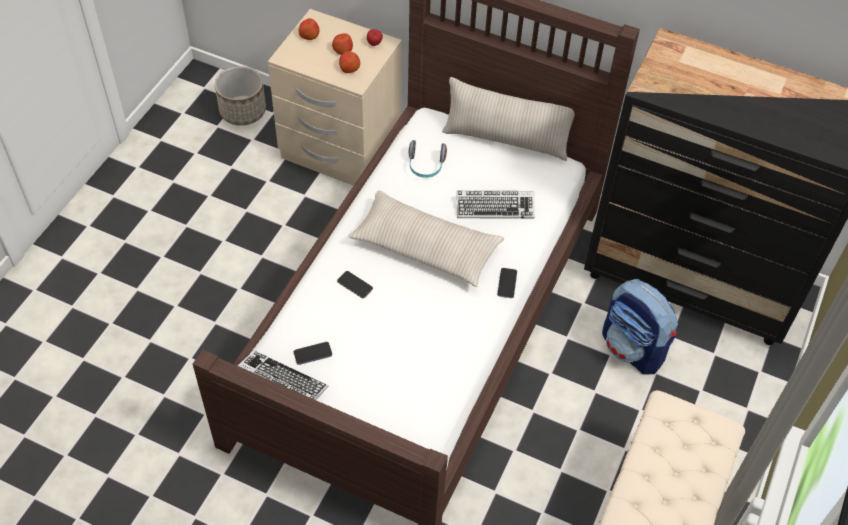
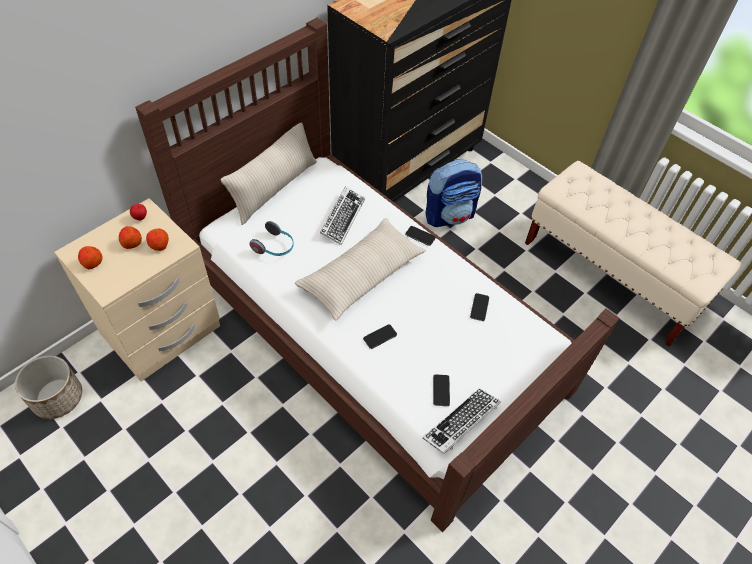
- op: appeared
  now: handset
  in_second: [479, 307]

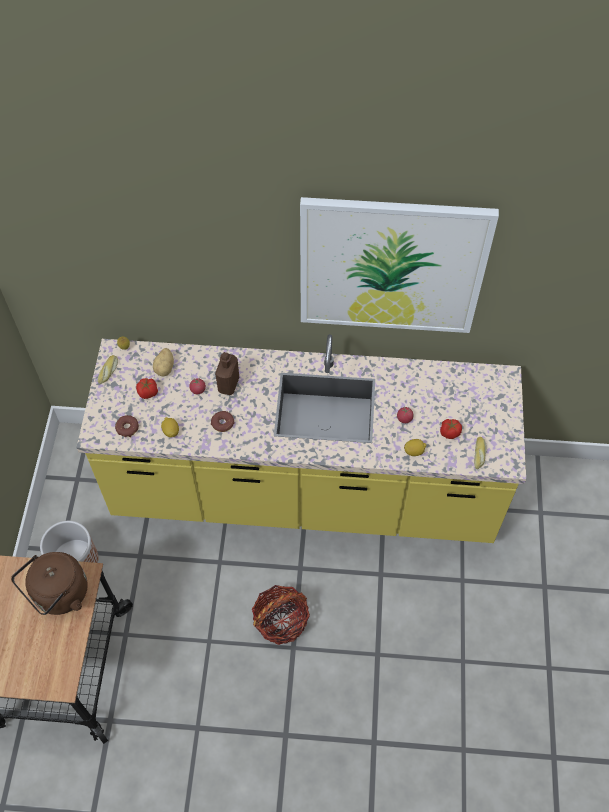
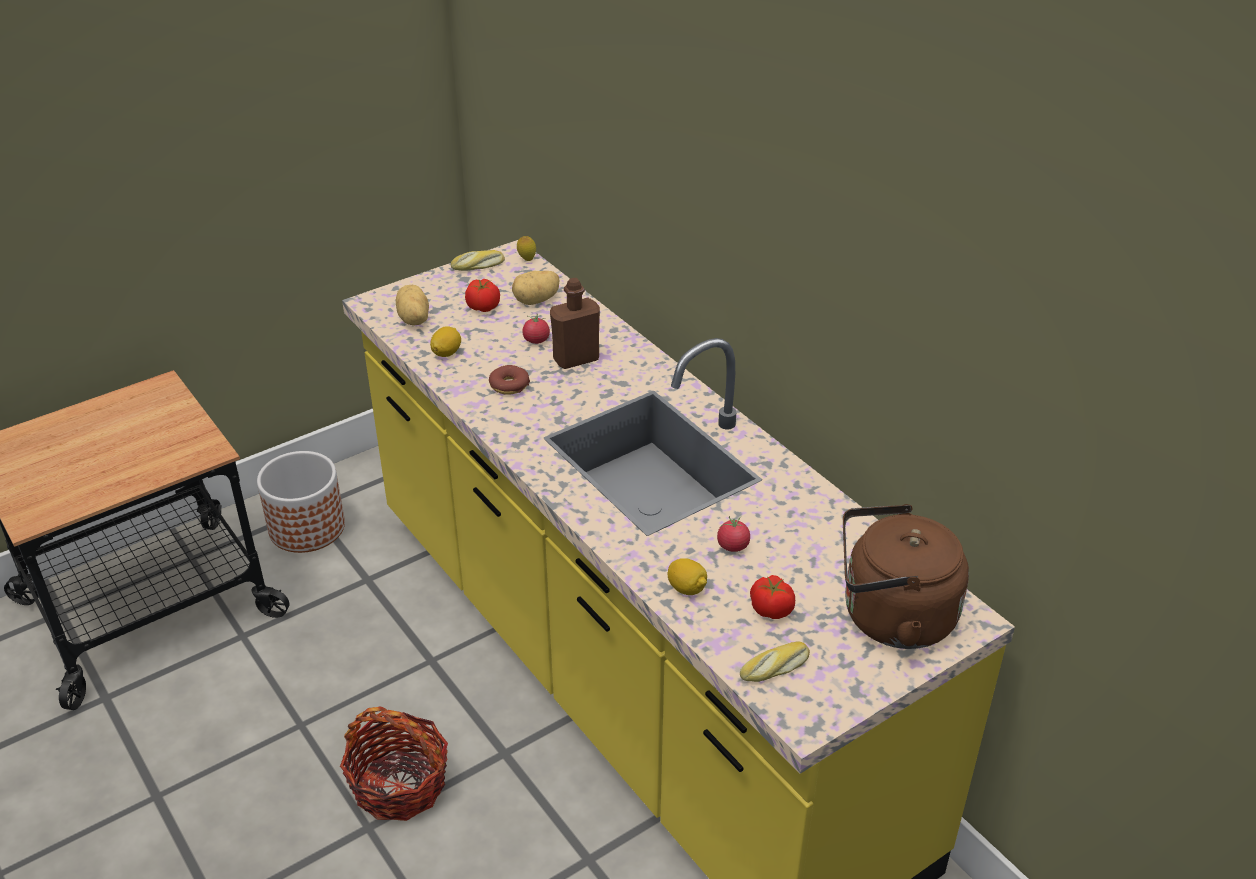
- op: missing
  was: wall picture
  in_first: [399, 265]
- op: relocated
  was: brownish water kettle
  in_first: [49, 583]
  in_second: [906, 576]
- op: exchanged
  was: doughnut
  now: spud
  in_first: [127, 426]
  in_second: [412, 305]

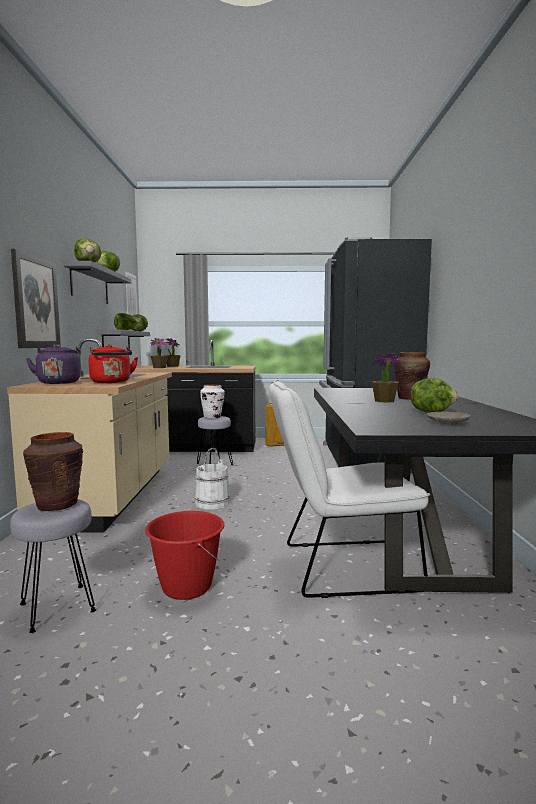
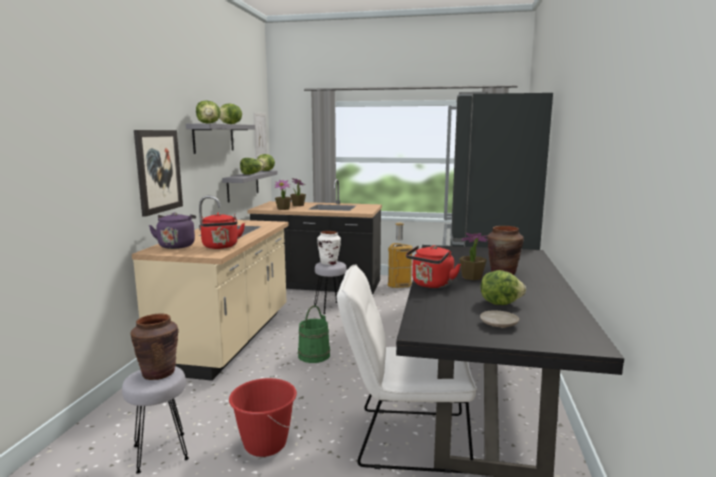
- op: appeared
  now: red-coloured water kettle
  in_second: [433, 266]
- op: colour
  was: white water bucket
  now: green water bucket
  in_first: [212, 479]
  in_second: [314, 334]

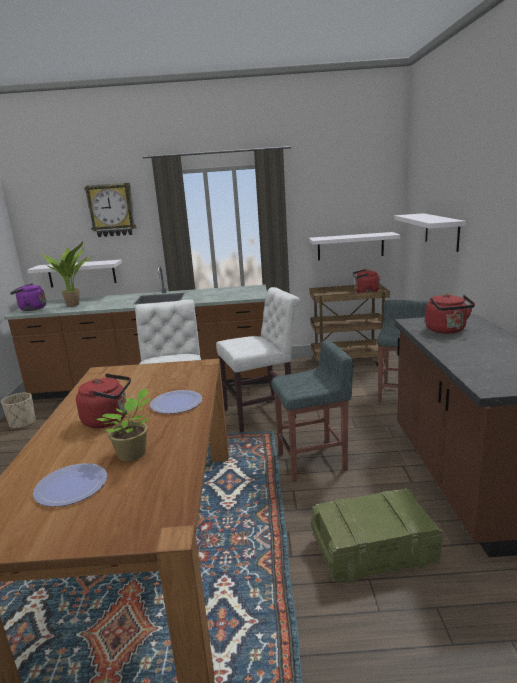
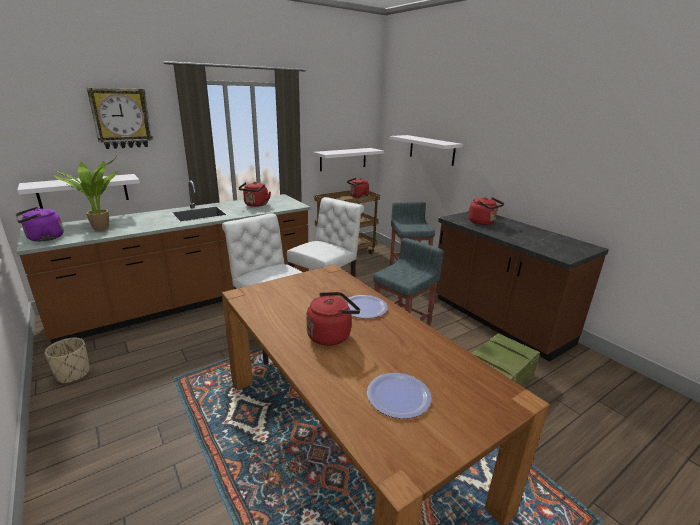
- op: missing
  was: potted plant
  in_first: [123, 424]
- op: appeared
  now: red-coloured water kettle
  in_second: [254, 194]

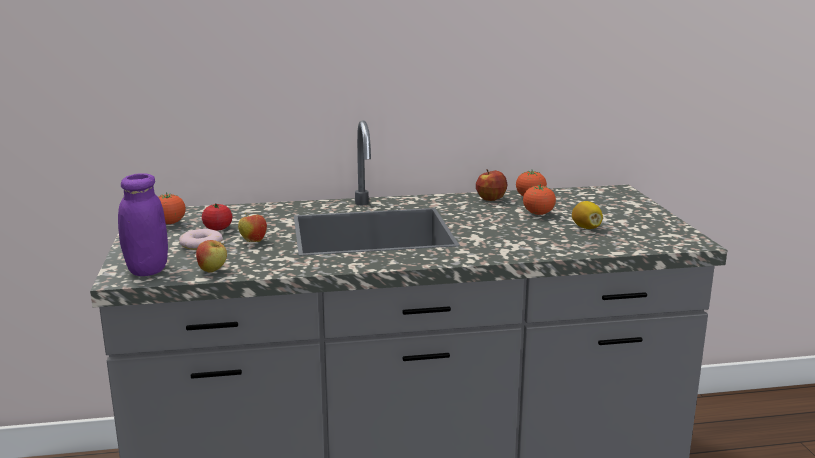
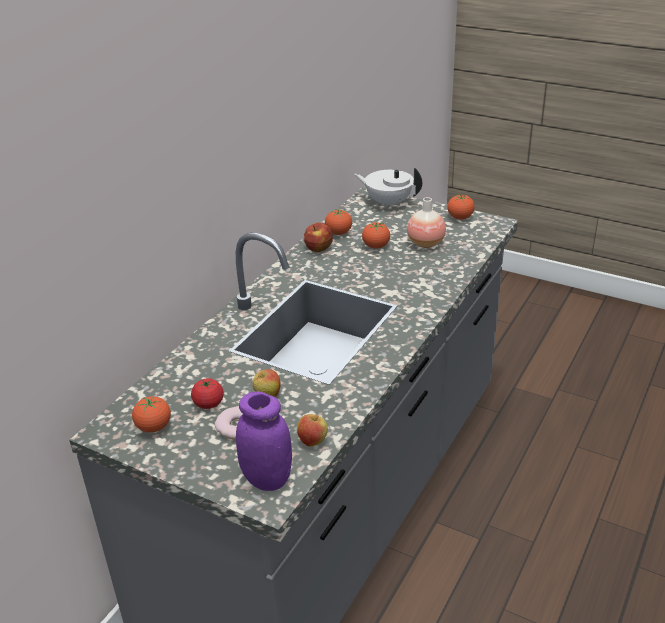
- op: appeared
  now: white pot for tea
  in_second: [388, 188]
- op: appeared
  now: whole tomato
  in_second: [461, 206]
- op: exchanged
  was: whole lemon
  now: decorative vase
  in_first: [587, 215]
  in_second: [426, 222]

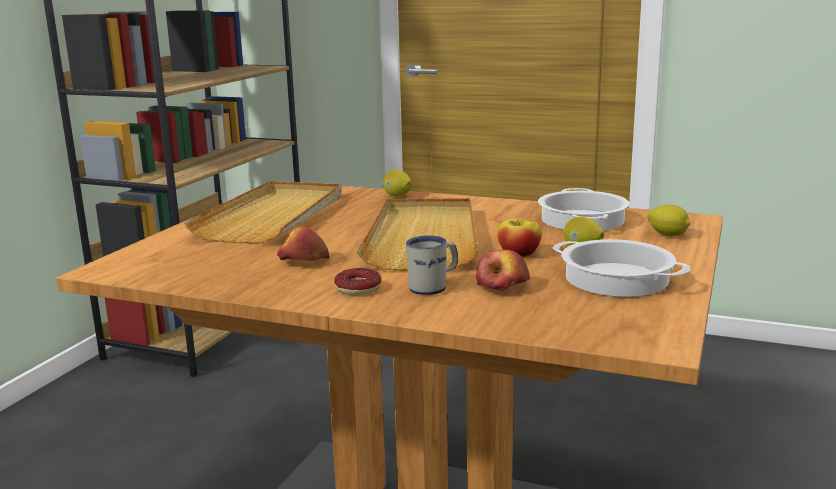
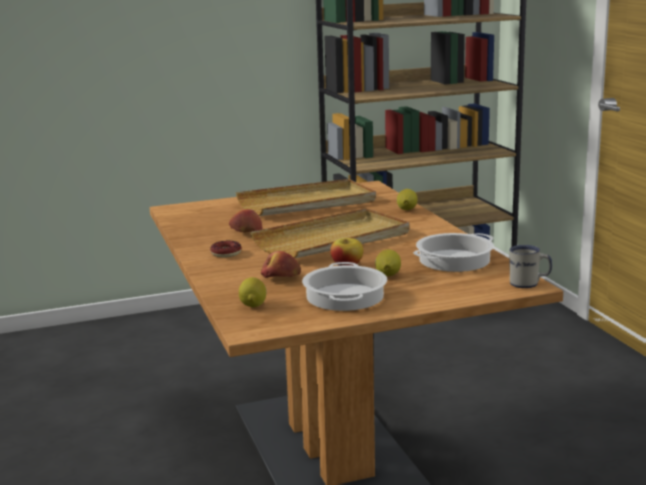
- op: relocated
  was: white coffee mug
  in_first: [432, 265]
  in_second: [530, 266]
- op: relocated
  was: whole lemon
  in_first: [668, 220]
  in_second: [253, 292]

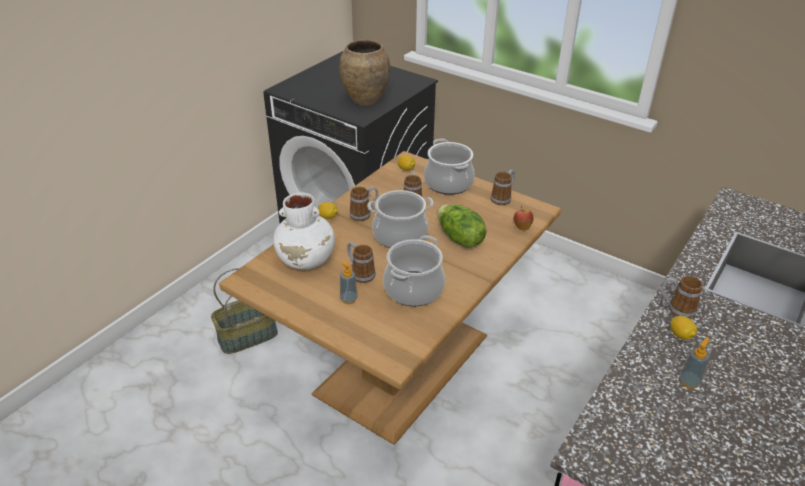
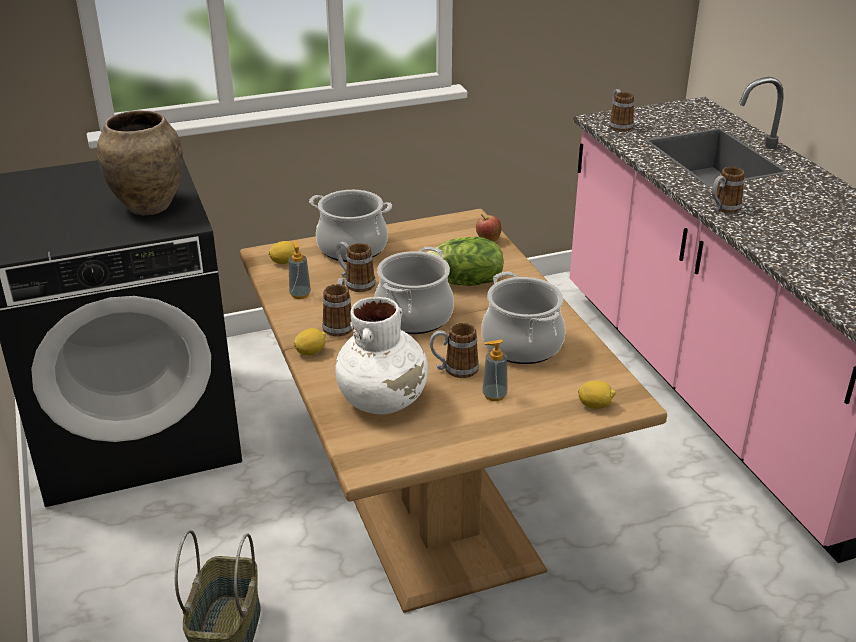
- op: relocated
  was: coffee mug
  in_first: [503, 187]
  in_second: [621, 110]
- op: relocated
  was: whole lemon
  in_first: [683, 328]
  in_second: [597, 395]
- op: relocated
  was: liquid soap bottle
  in_first: [694, 363]
  in_second: [299, 269]

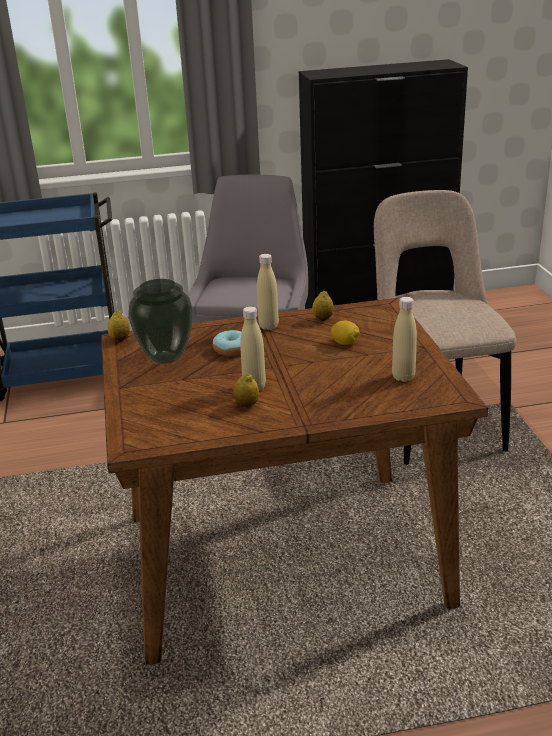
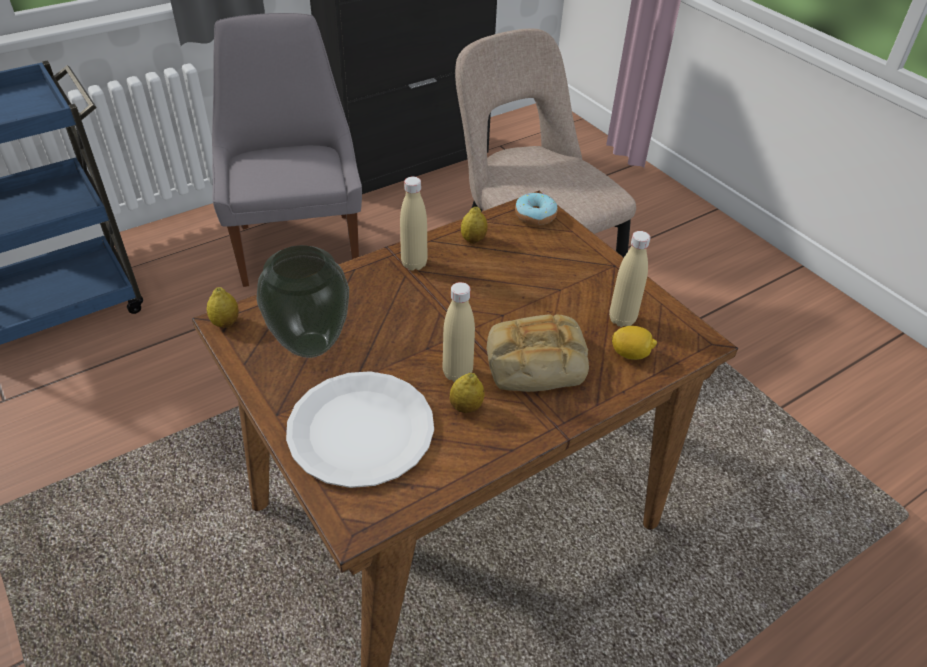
- op: appeared
  now: white plate
  in_second: [360, 429]
- op: appeared
  now: bakery bread
  in_second: [538, 353]
- op: relocated
  was: doughnut
  in_first: [227, 343]
  in_second: [536, 209]
- op: relocated
  was: whole lemon
  in_first: [345, 333]
  in_second: [634, 343]

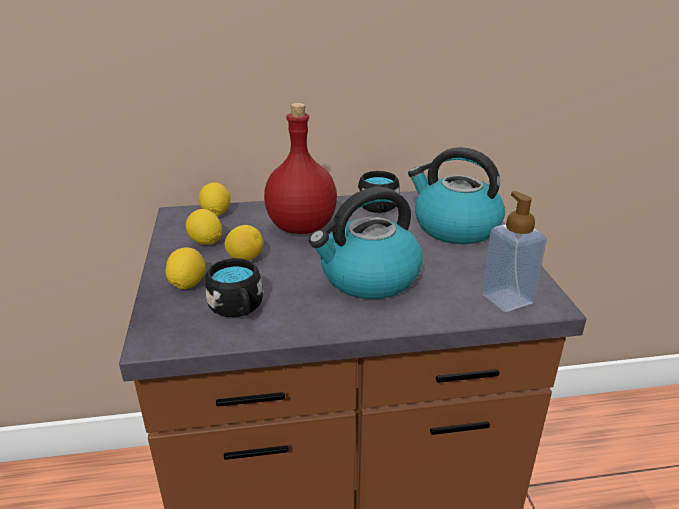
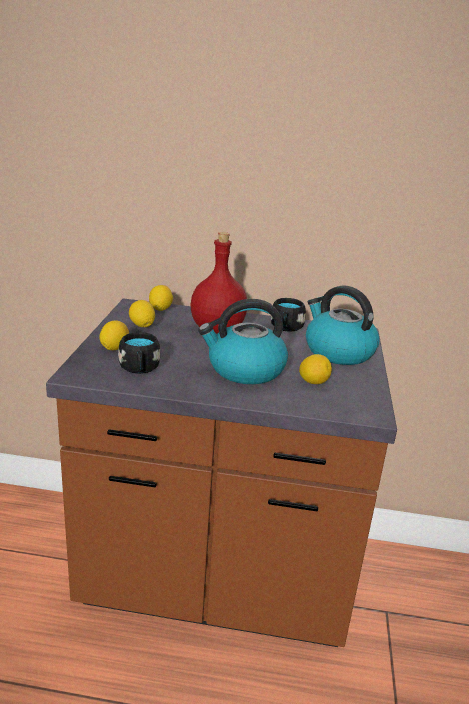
- op: missing
  was: liquid soap bottle
  in_first: [514, 251]
- op: relocated
  was: whole lemon
  in_first: [244, 243]
  in_second: [315, 369]

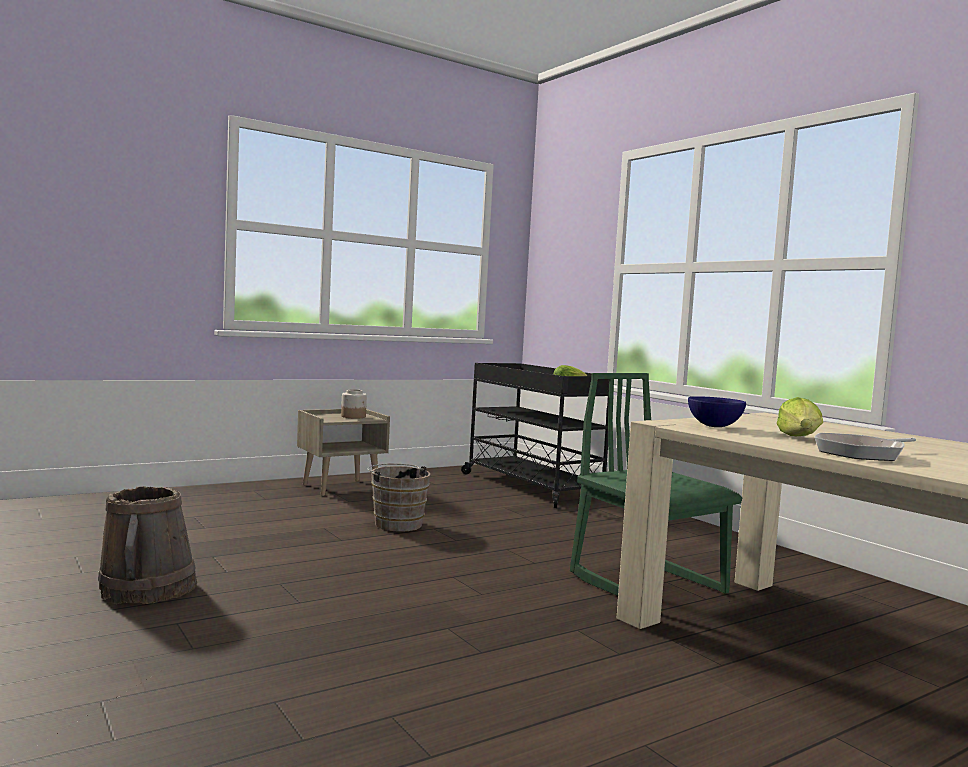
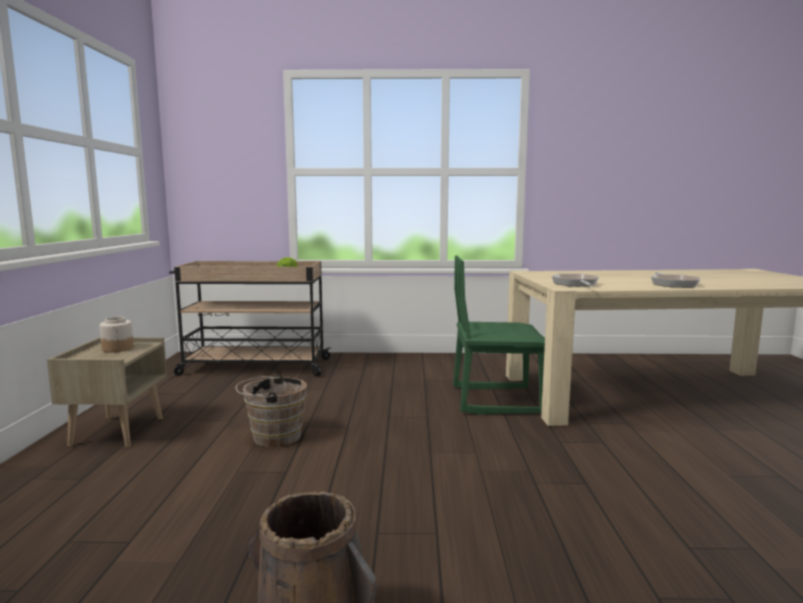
- op: missing
  was: head of lettuce
  in_first: [800, 416]
- op: exchanged
  was: bluish deep dish
  now: pan
  in_first: [717, 411]
  in_second: [575, 280]
- op: colour
  was: black-coloured trolley
  now: beige trolley
  in_first: [535, 435]
  in_second: [250, 319]

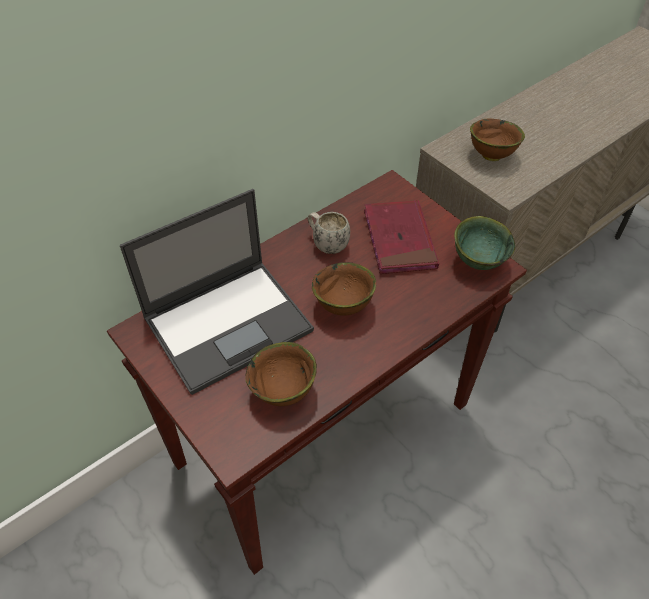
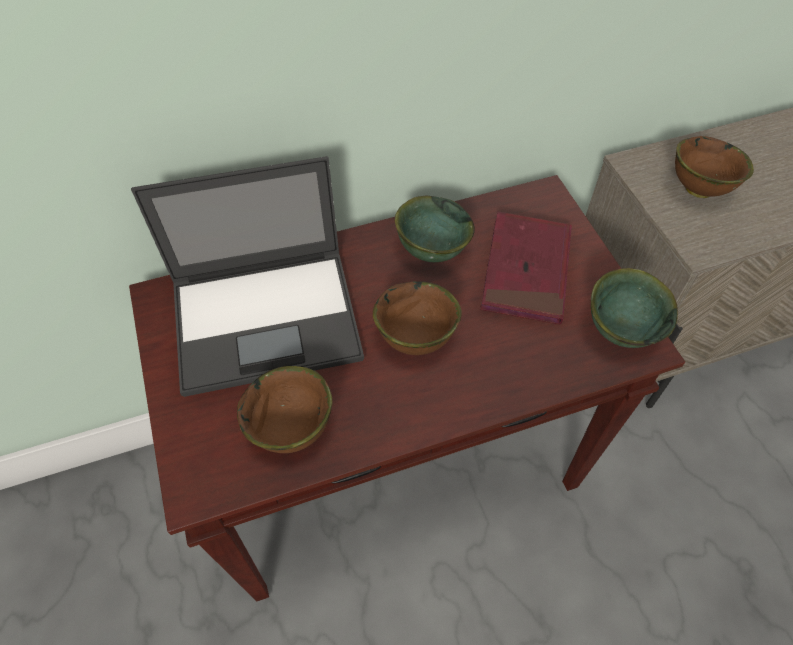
- op: exchanged
  was: white coffee mug
  now: green deep dish
  in_first: [328, 233]
  in_second: [435, 228]

